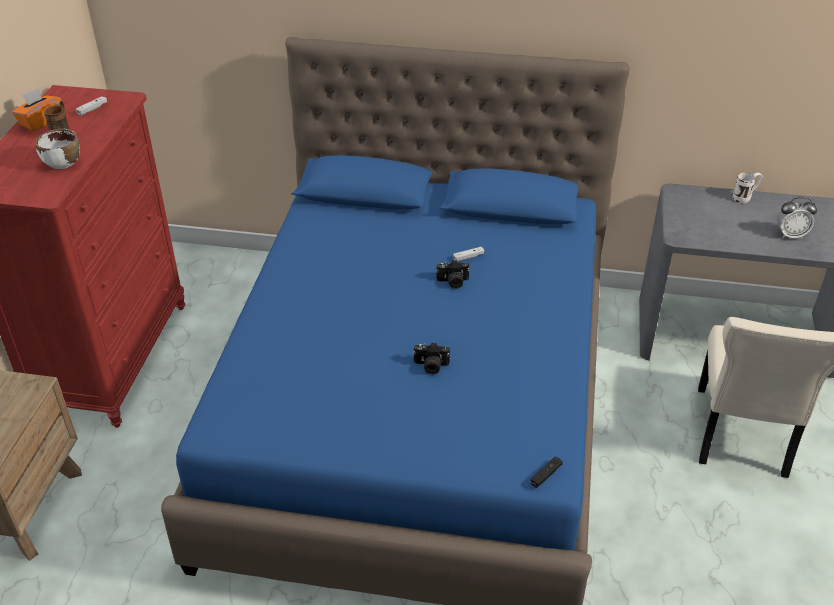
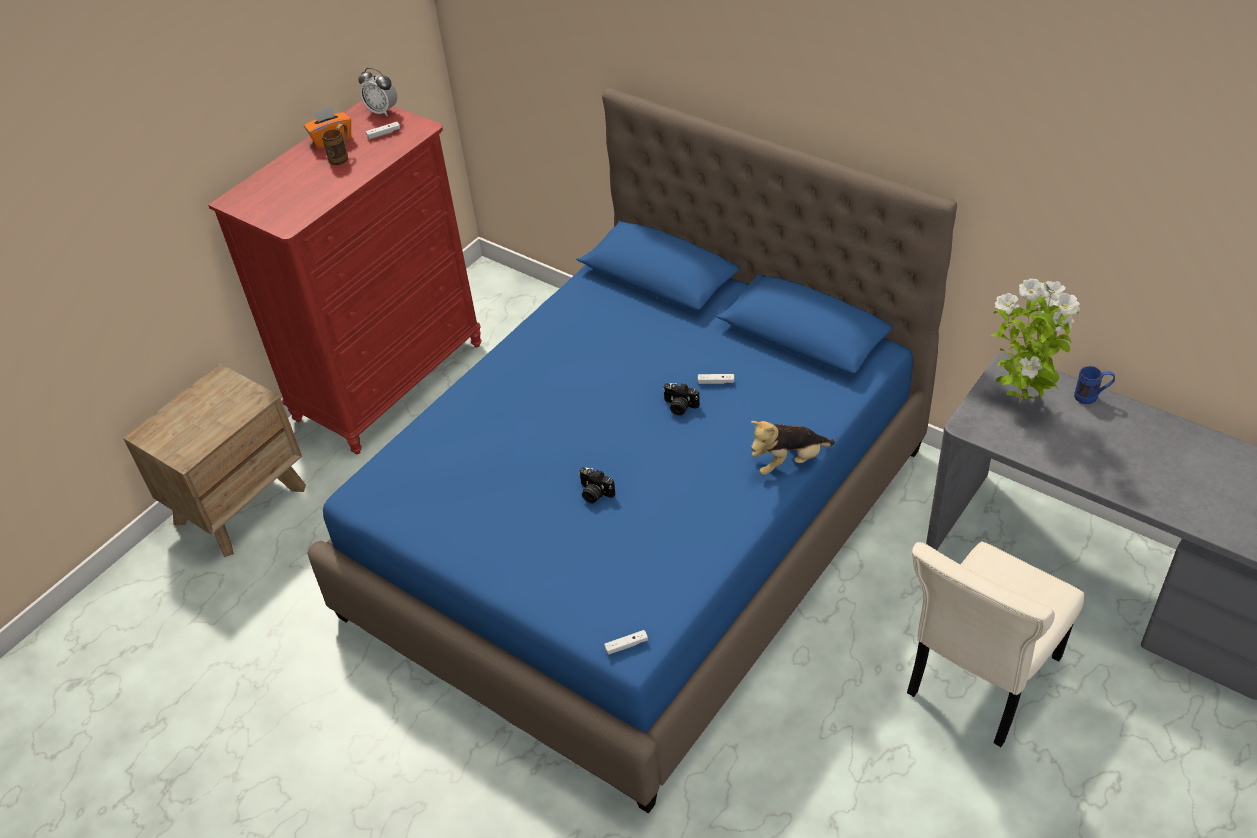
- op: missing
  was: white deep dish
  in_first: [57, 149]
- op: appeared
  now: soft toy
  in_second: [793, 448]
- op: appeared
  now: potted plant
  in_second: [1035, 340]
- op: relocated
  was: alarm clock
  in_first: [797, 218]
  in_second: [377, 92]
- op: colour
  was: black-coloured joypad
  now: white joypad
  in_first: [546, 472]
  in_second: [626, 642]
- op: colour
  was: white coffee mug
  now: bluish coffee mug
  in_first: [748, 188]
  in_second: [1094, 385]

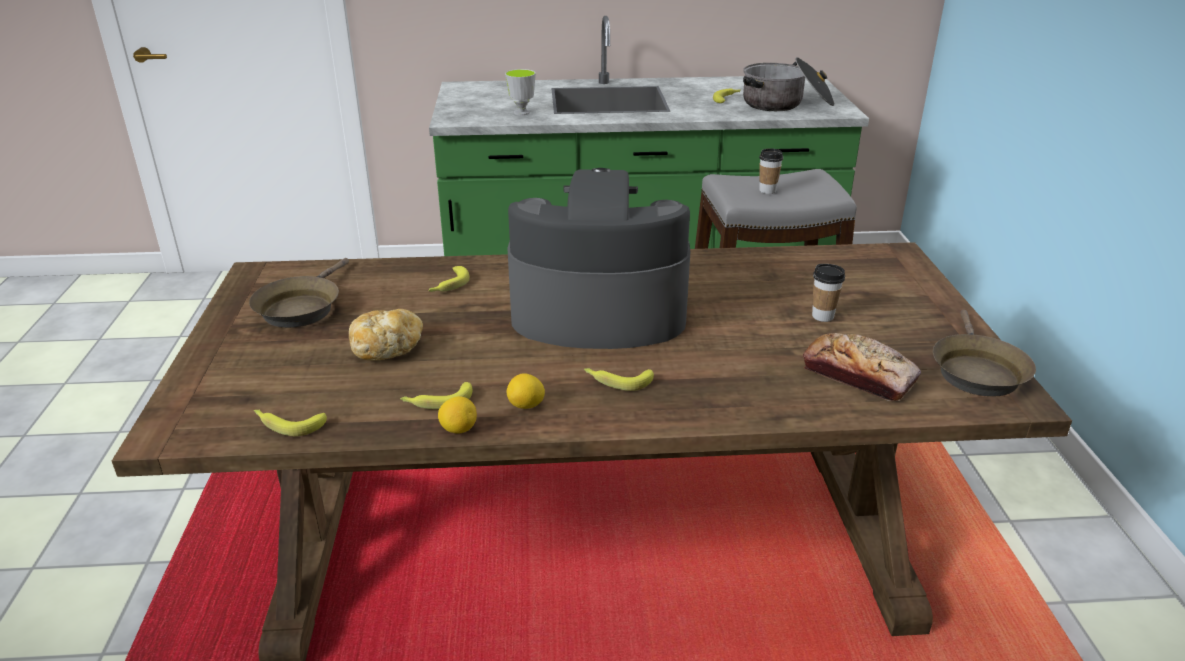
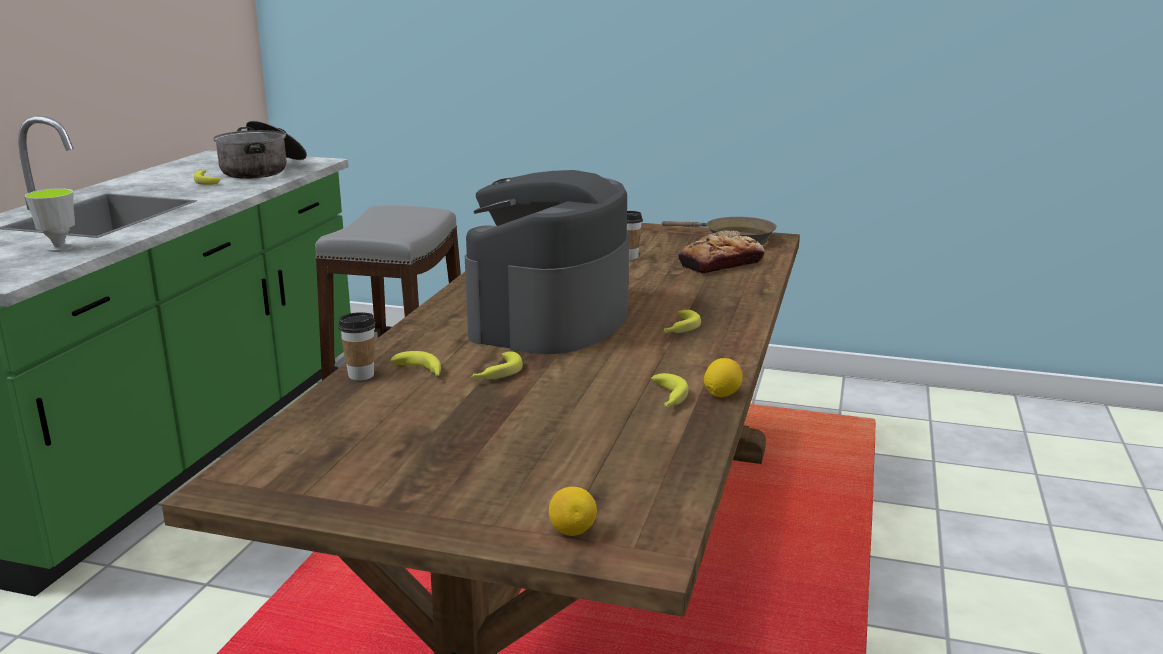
- op: missing
  was: brownish pan
  in_first: [299, 293]
- op: missing
  was: bakery bread
  in_first: [386, 334]
- op: relocated
  was: banana fruit
  in_first: [290, 422]
  in_second: [497, 365]
- op: relocated
  was: whole lemon
  in_first: [526, 391]
  in_second: [573, 511]
- op: relocated
  was: drinking cup
  in_first: [771, 171]
  in_second: [357, 346]

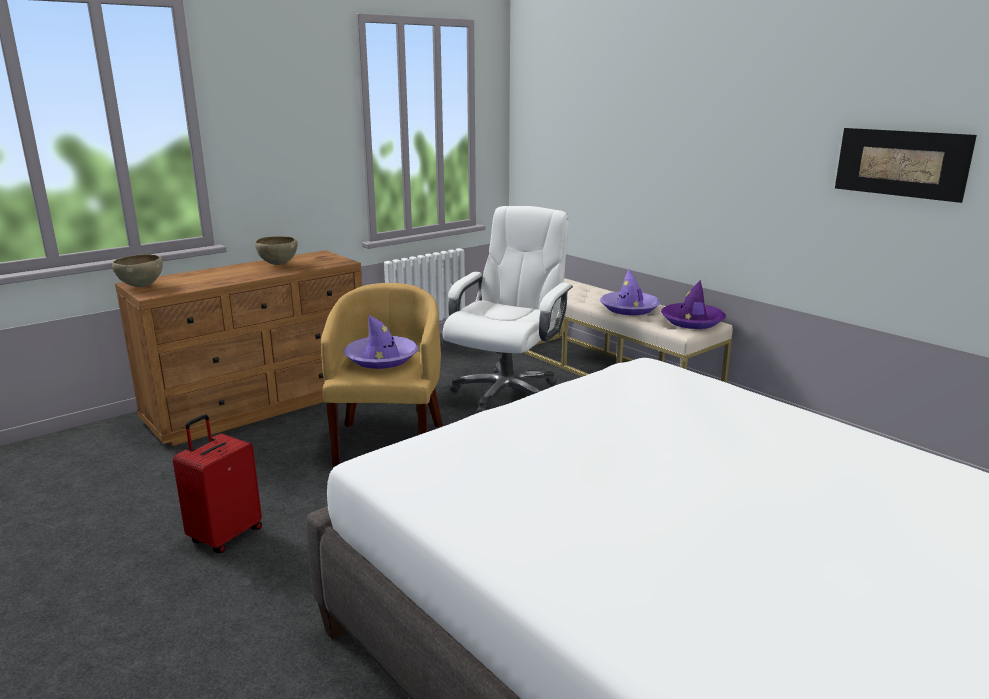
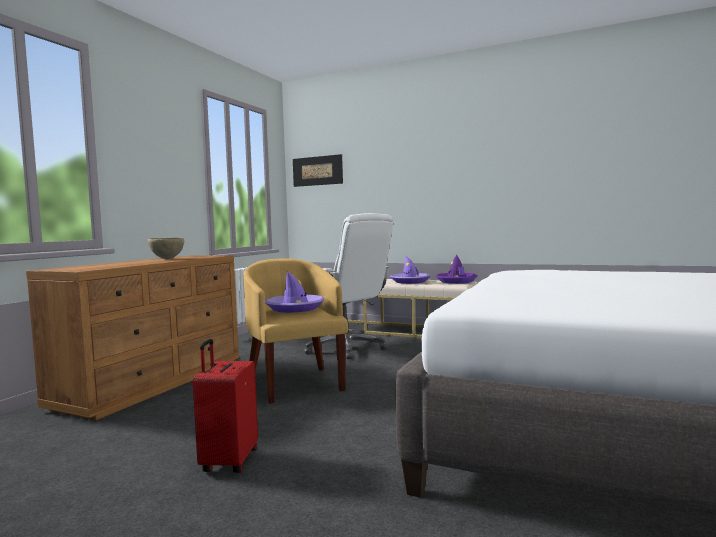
- op: missing
  was: brownish deep dish
  in_first: [137, 270]
- op: relocated
  was: wall picture
  in_first: [906, 165]
  in_second: [318, 170]
- op: spun
  was: white computer chair
  in_first: [508, 309]
  in_second: [348, 286]
  clockwise: 135

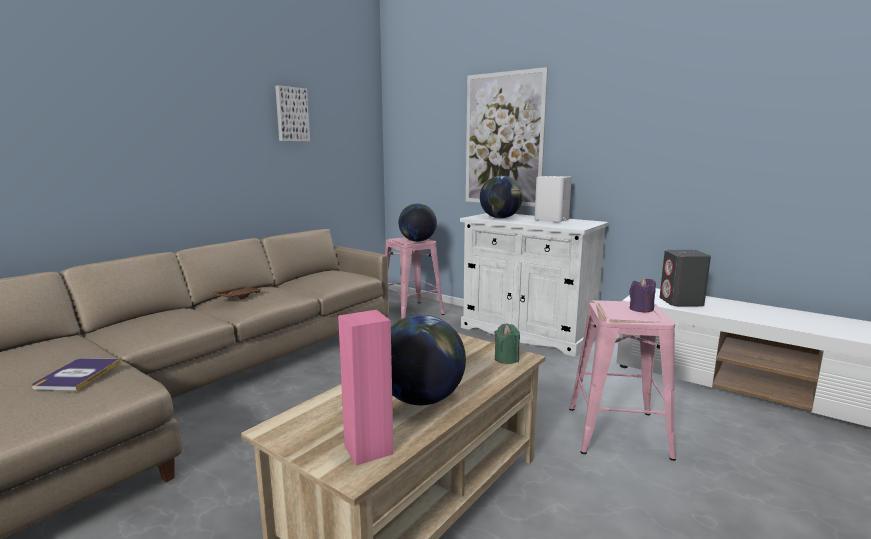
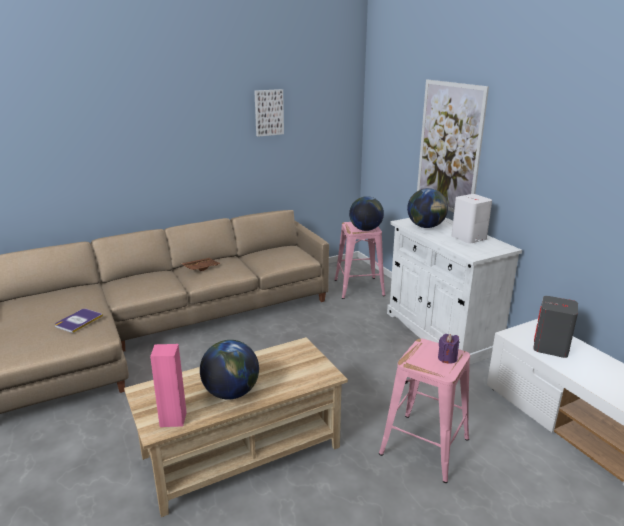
- op: missing
  was: green candle
  in_first: [507, 344]

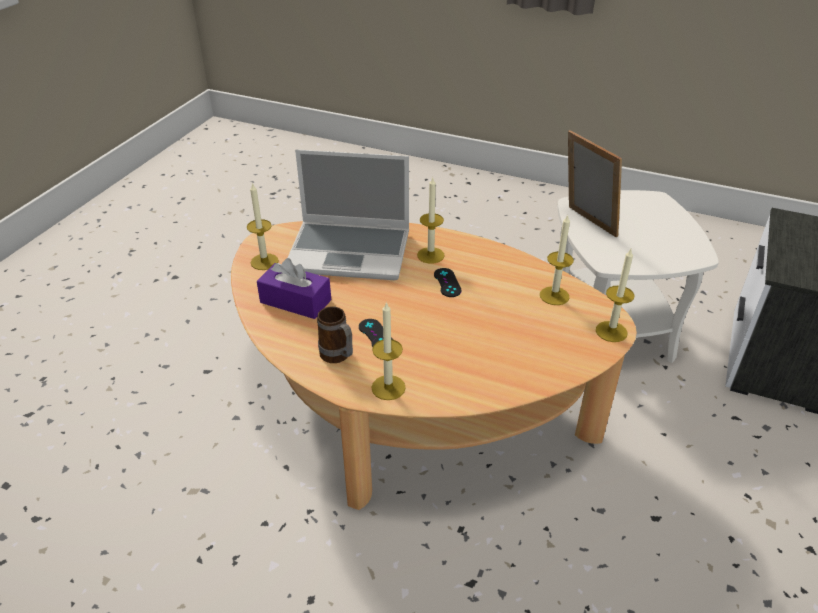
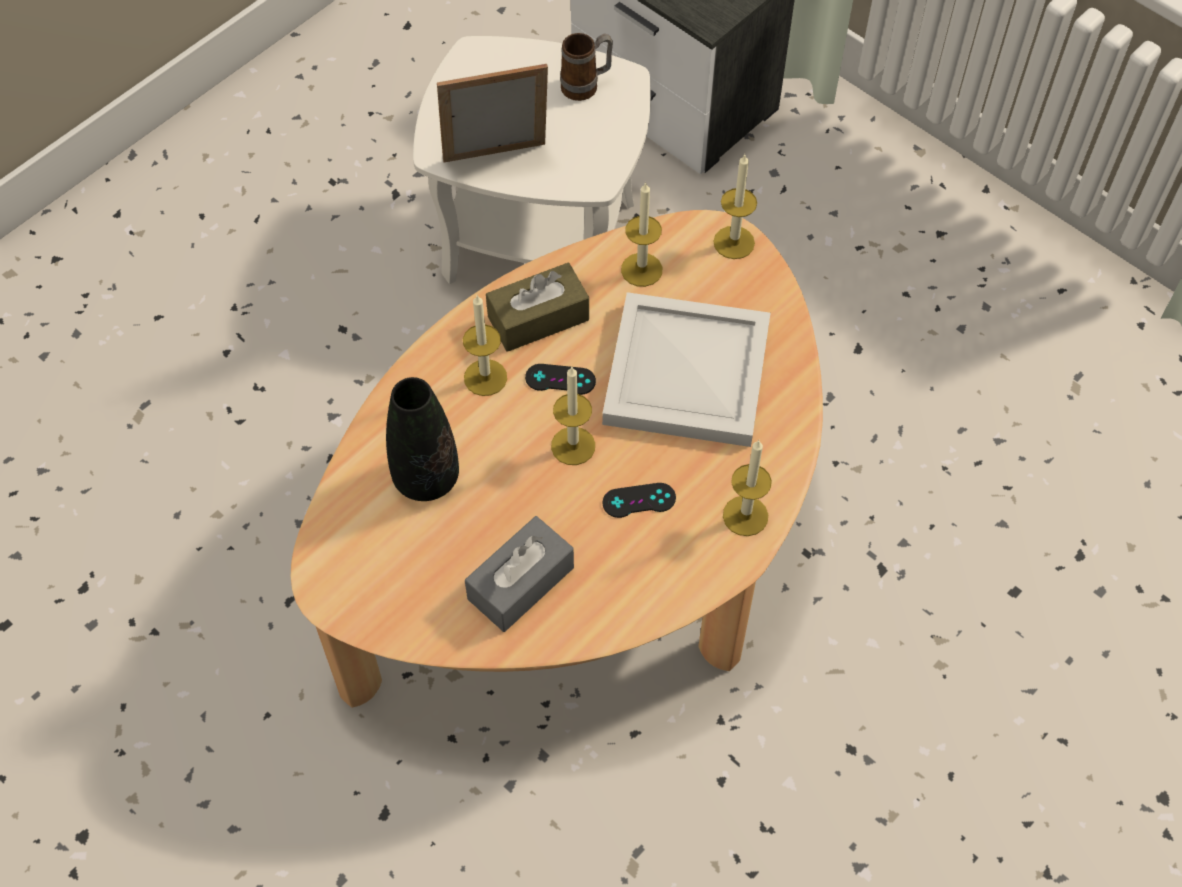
- op: appeared
  now: brownish tissue holder
  in_second: [537, 307]
- op: appeared
  now: white carrying tray
  in_second: [686, 369]
- op: relocated
  was: candle
  in_first: [263, 226]
  in_second: [573, 415]
- op: relocated
  was: coffee mug
  in_first: [335, 334]
  in_second: [586, 67]
- op: exchanged
  was: laptop
  now: black-coloured decorative vase
  in_first: [348, 214]
  in_second: [422, 439]
- op: colour
  was: purple tissue holder
  now: greyish tissue holder
  in_first: [294, 288]
  in_second: [519, 574]

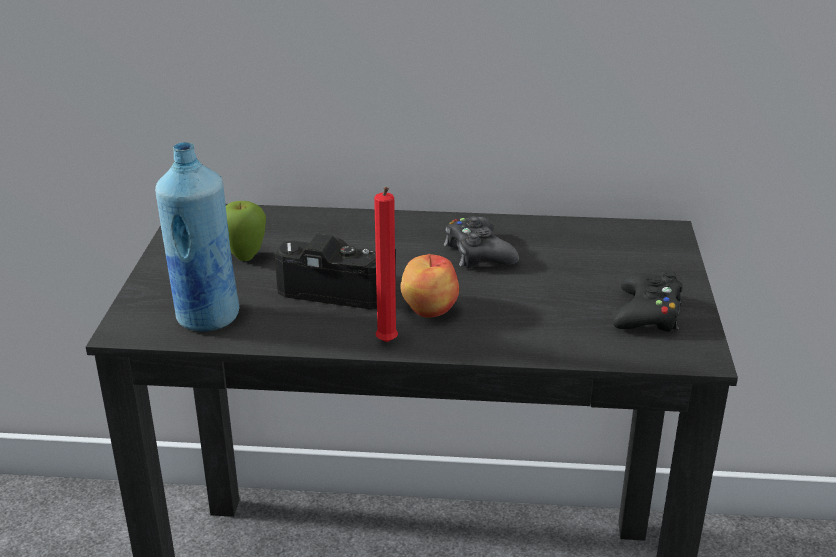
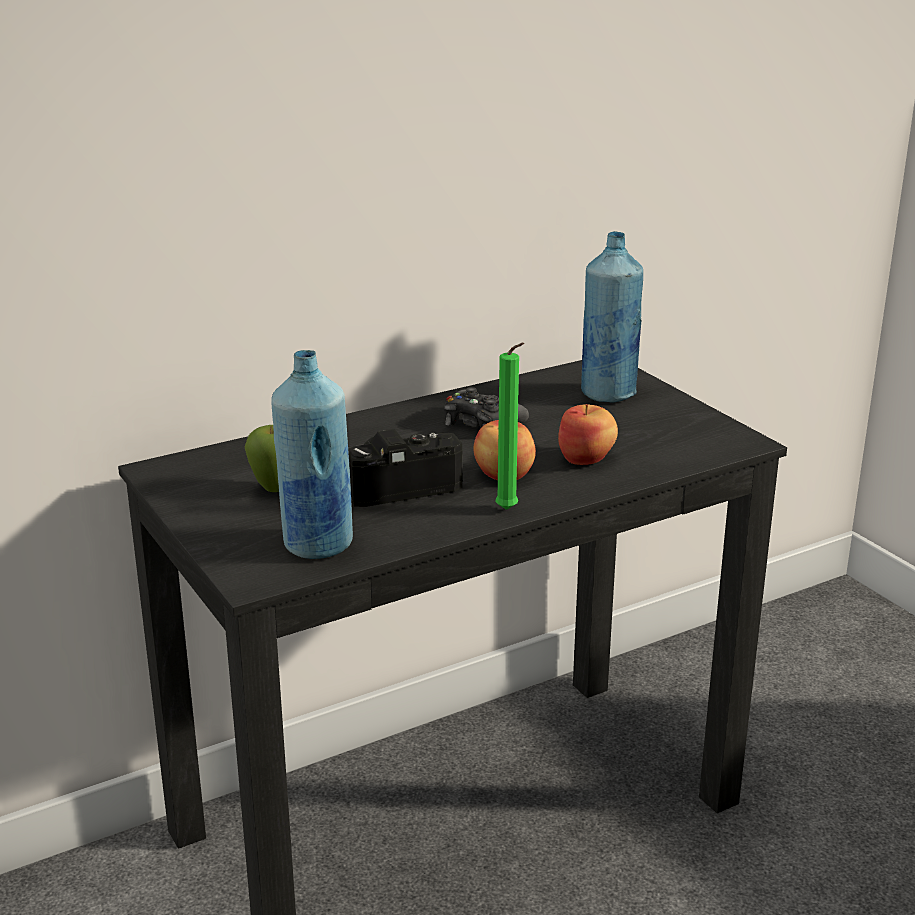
- op: missing
  was: black-coloured joypad
  in_first: [648, 301]
- op: appeared
  now: whole apple
  in_second: [588, 434]
- op: appeared
  now: bluish beverage bottle
  in_second: [612, 316]
- op: colour
  was: red-coloured candle
  now: green candle
  in_first: [386, 264]
  in_second: [509, 426]

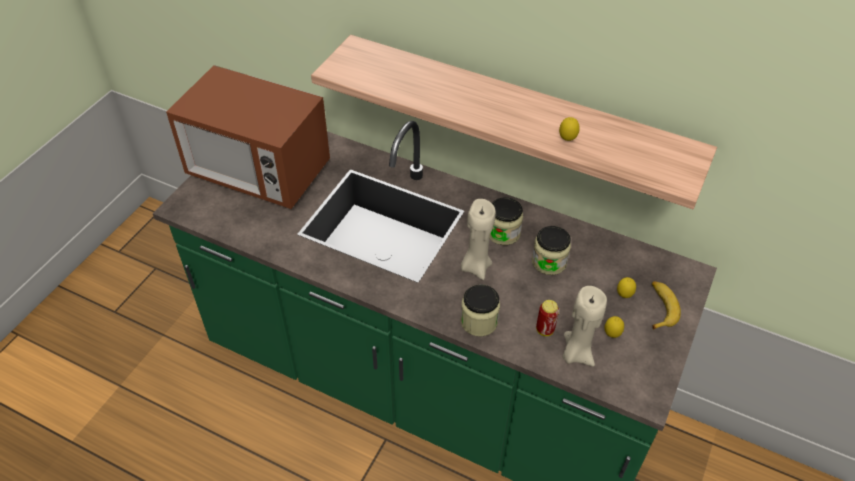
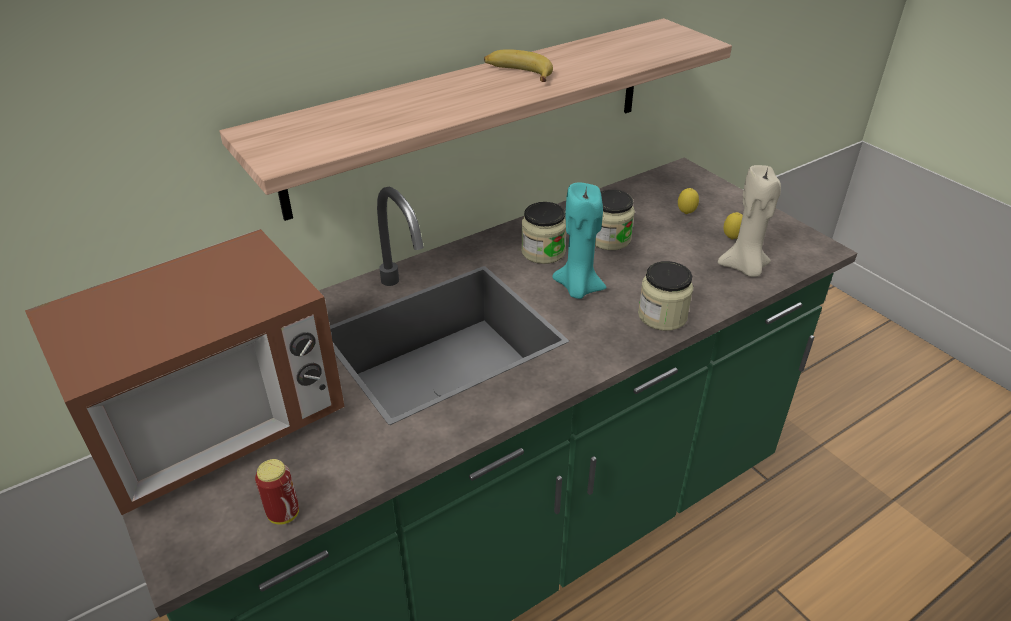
- op: missing
  was: whole lemon
  in_first: [569, 129]
- op: relocated
  was: metal can
  in_first: [547, 318]
  in_second: [277, 492]
- op: relocated
  was: banana fruit
  in_first: [666, 305]
  in_second: [518, 65]
- op: colour
  was: beige candle
  now: turquoise-coloured candle
  in_first: [478, 239]
  in_second: [579, 241]

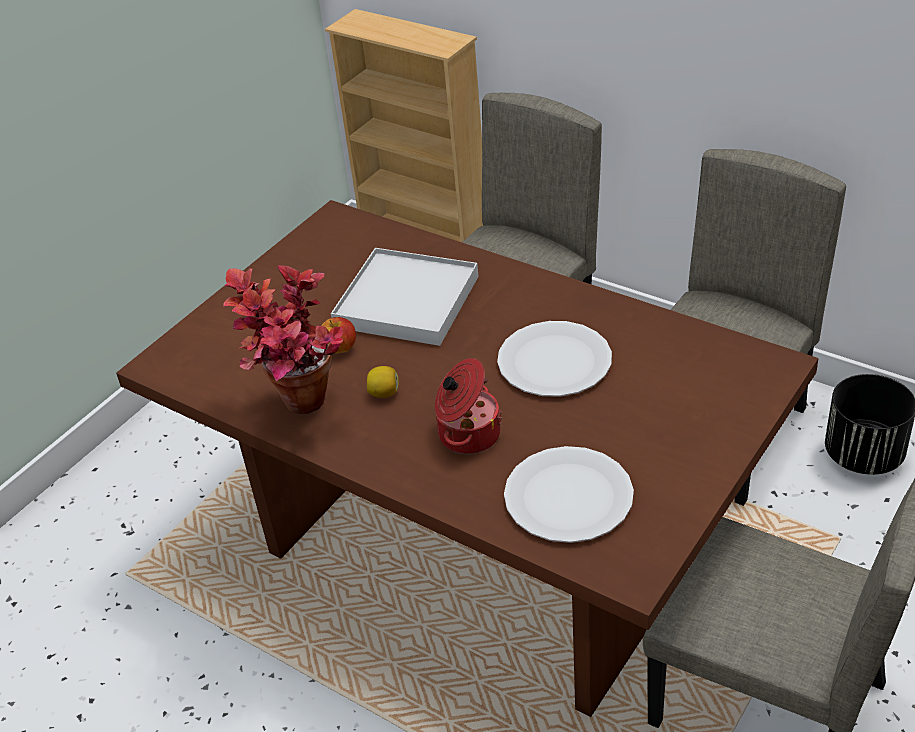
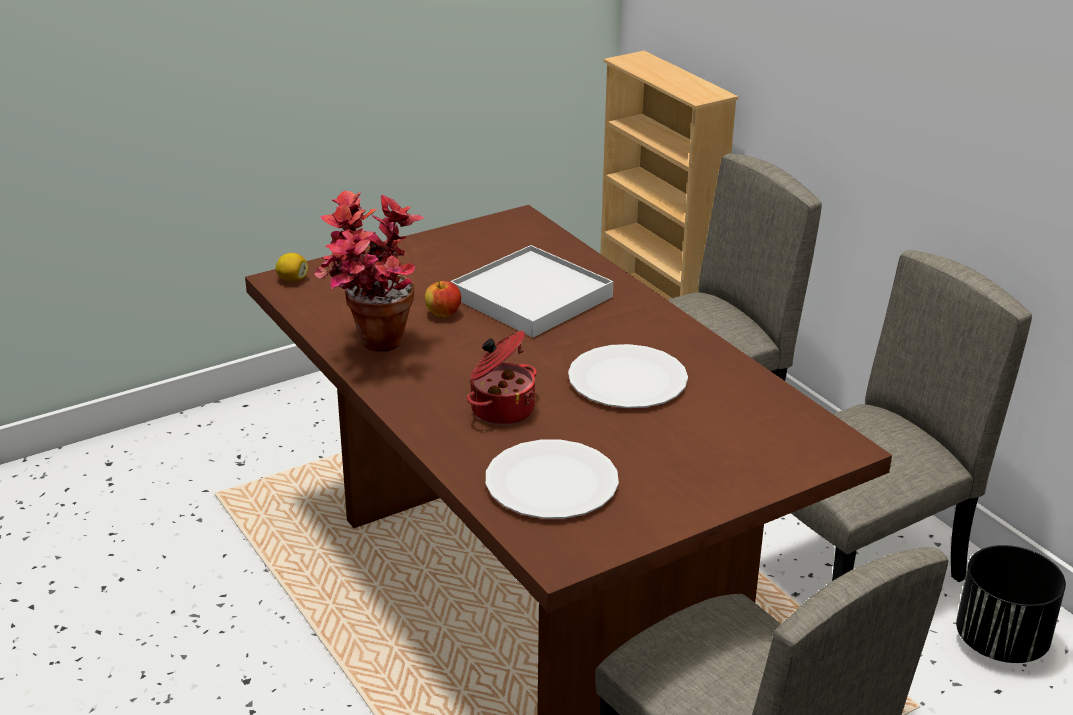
- op: relocated
  was: whole lemon
  in_first: [383, 382]
  in_second: [292, 267]

